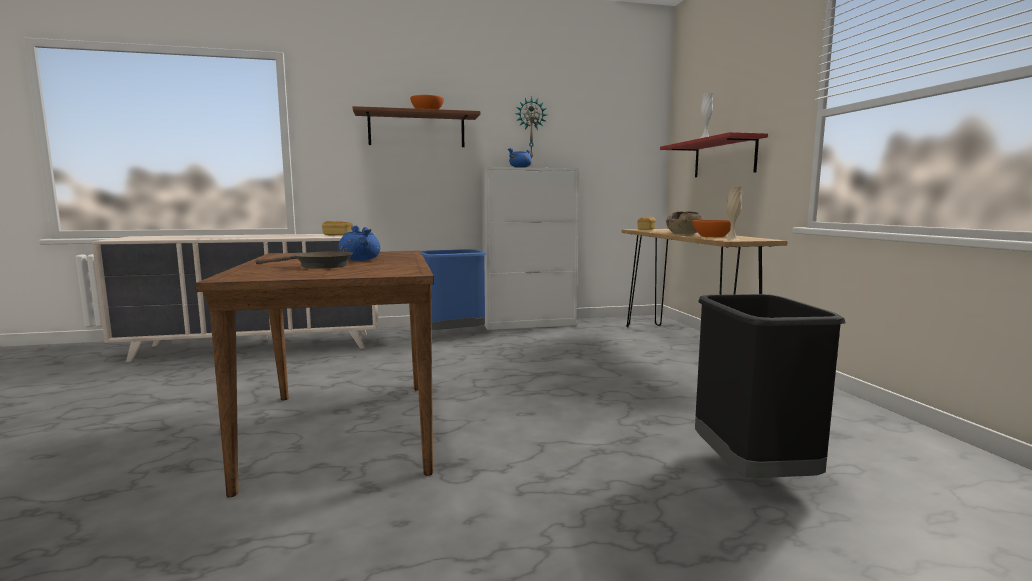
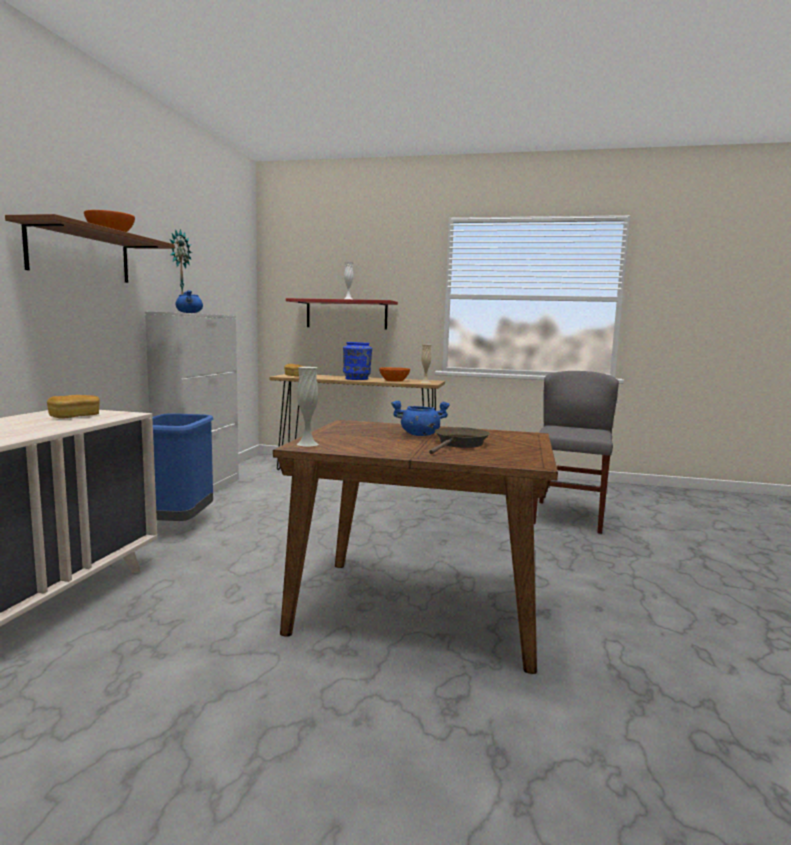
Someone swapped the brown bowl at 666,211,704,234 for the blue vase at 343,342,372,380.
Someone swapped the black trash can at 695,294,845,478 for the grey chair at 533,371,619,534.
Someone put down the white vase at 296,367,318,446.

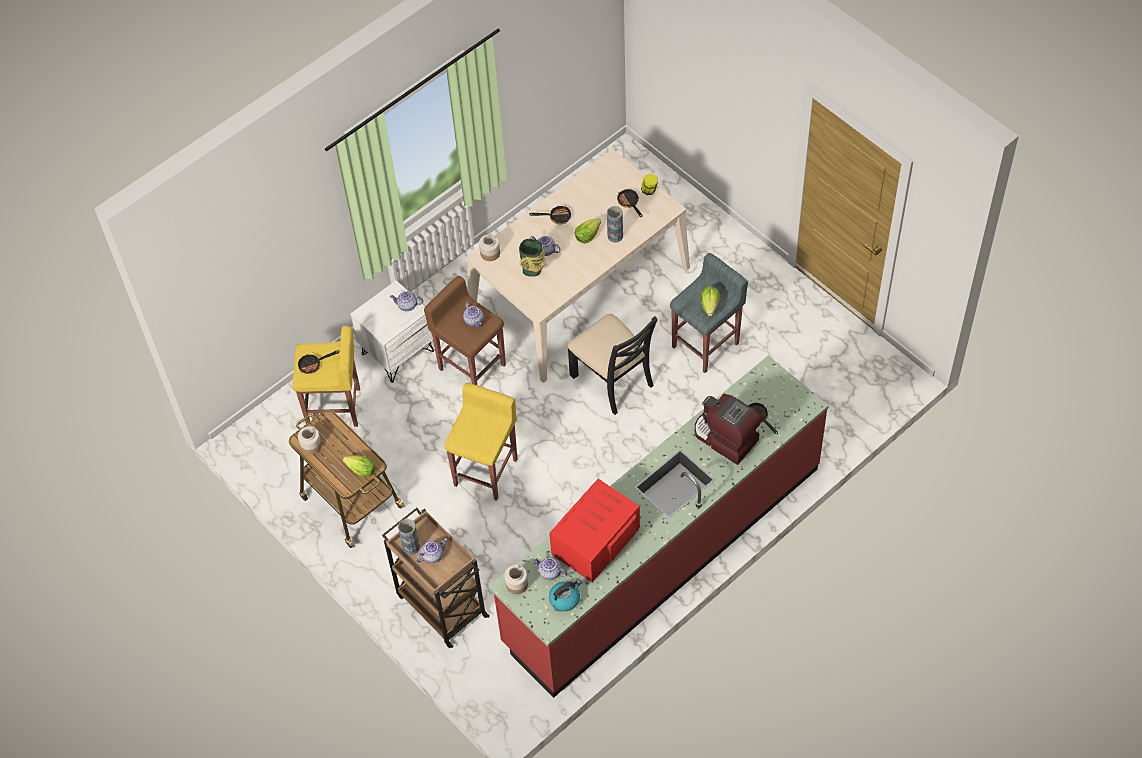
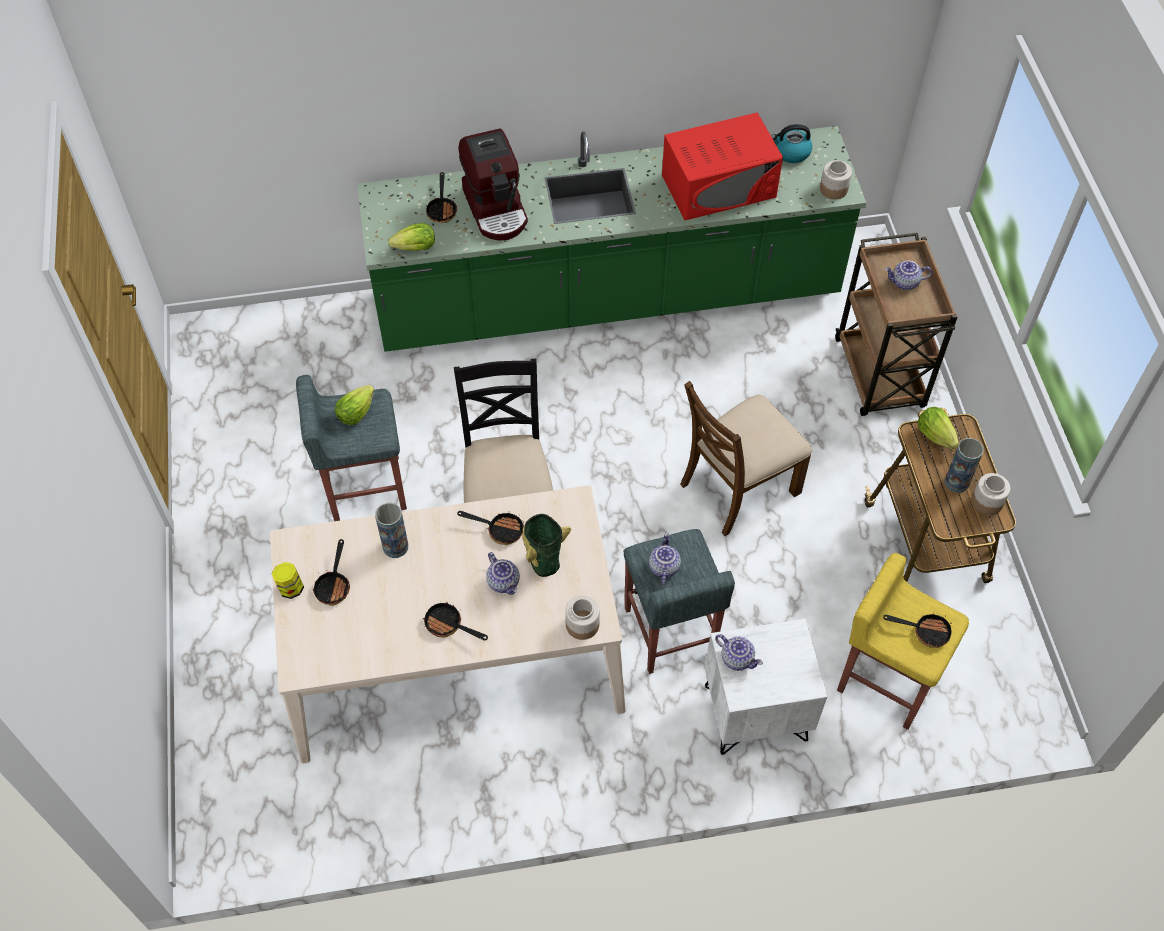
Someone carried the lettuce from 575,218,601,244 to 388,223,435,251.
Someone repainted the brown stool at 424,276,506,385, which became the grey stool at 624,529,735,674.
Someone repainted the red counter at 488,355,829,698, which became the green counter at 357,126,866,352.
Someone swapped the yellow stool at 444,383,517,501 for the brown chair at 680,381,812,536.
Someone carried the vase from 398,519,420,555 to 945,438,984,493.
Someone took away the teapot at 532,557,567,580.
Someone put down the frying pan at 457,511,524,545.

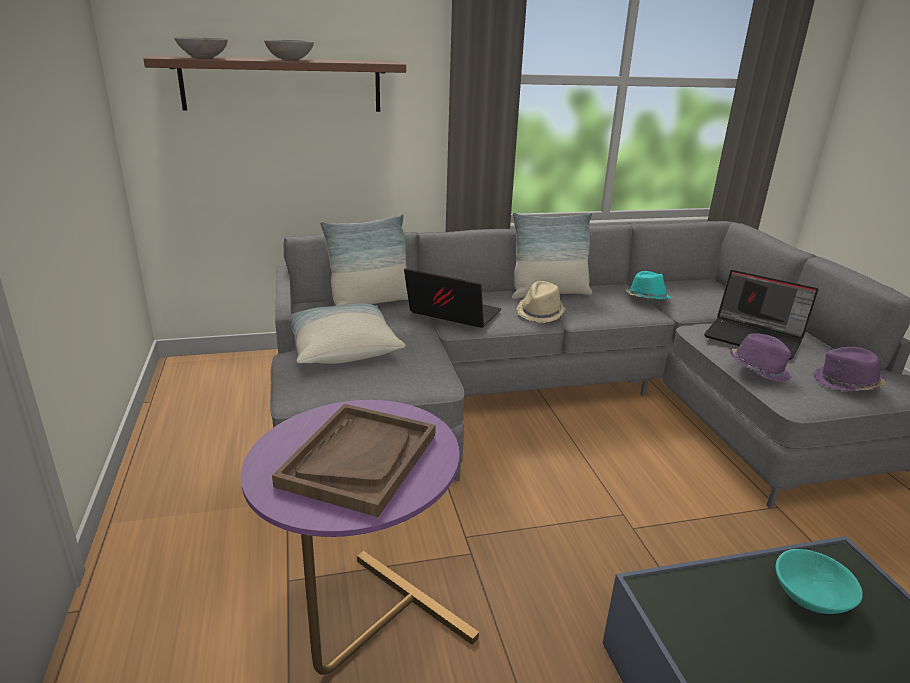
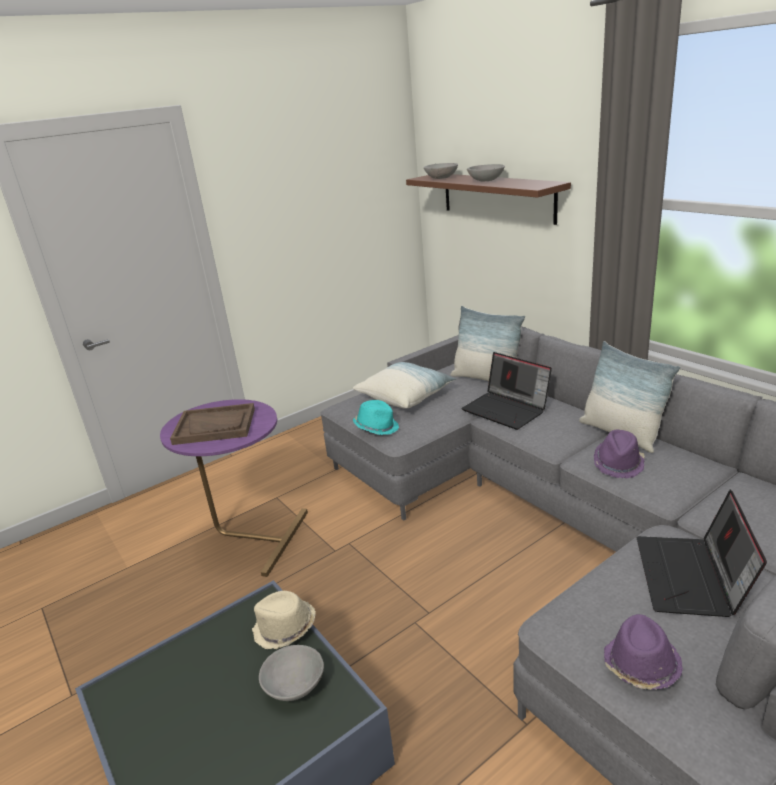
Someone rotated the laptop at 404,269,501,328 by 135 degrees clockwise.
Someone carried the turquoise hat from 626,271,672,300 to 353,400,399,435.
Someone carried the beige hat from 516,281,566,323 to 252,591,316,649.
Someone carried the purple hat from 730,333,792,382 to 594,430,645,478.
Someone repainted the turquoise bowl at 776,549,863,614, which became the grey bowl at 259,645,324,701.

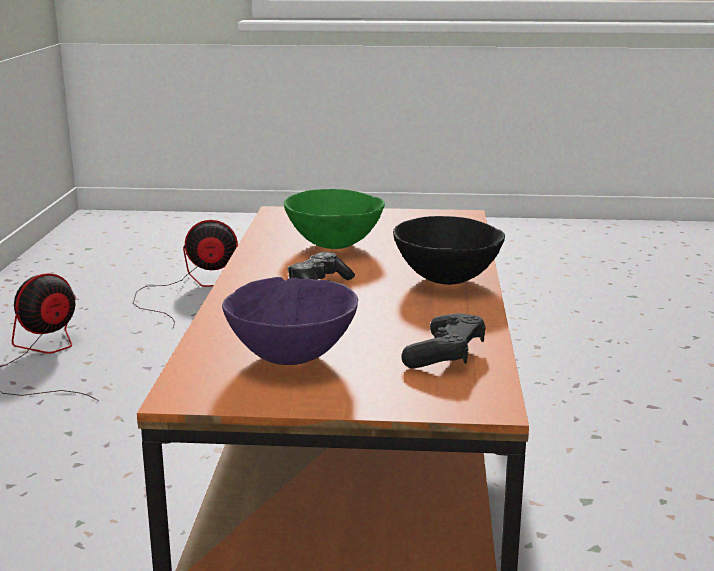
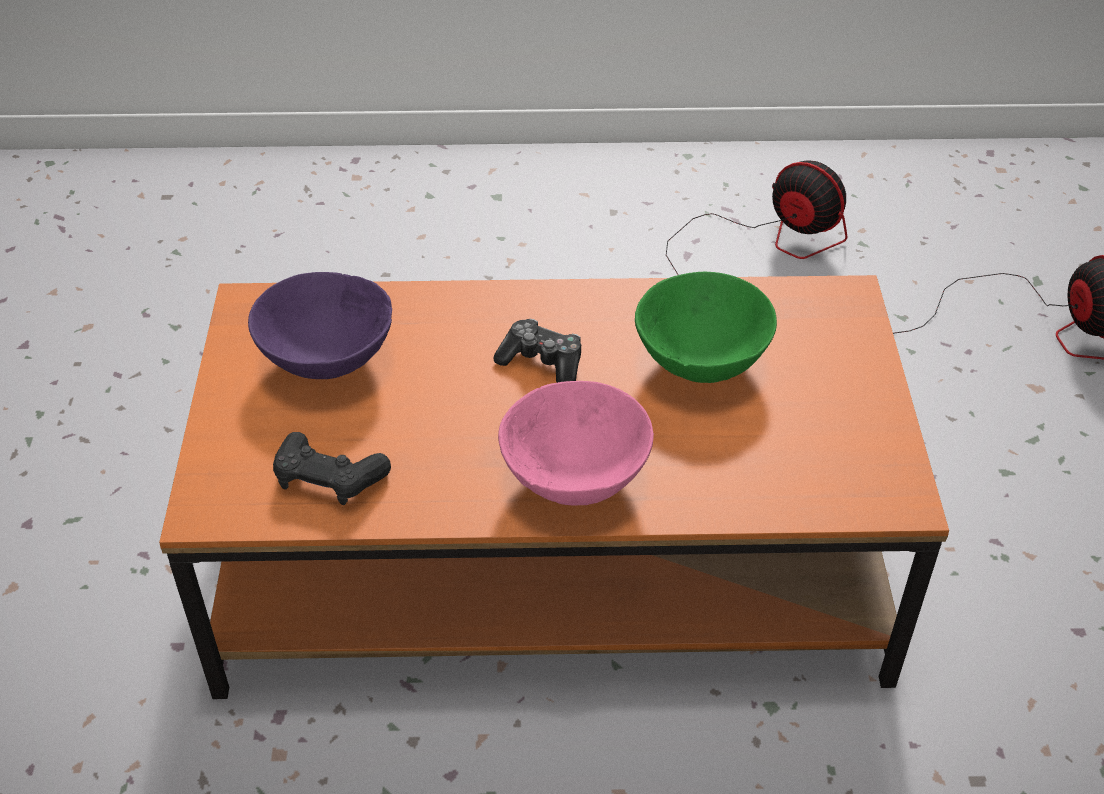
Someone repainted the black bowl at 393,216,505,285, which became the pink bowl at 498,381,654,506.

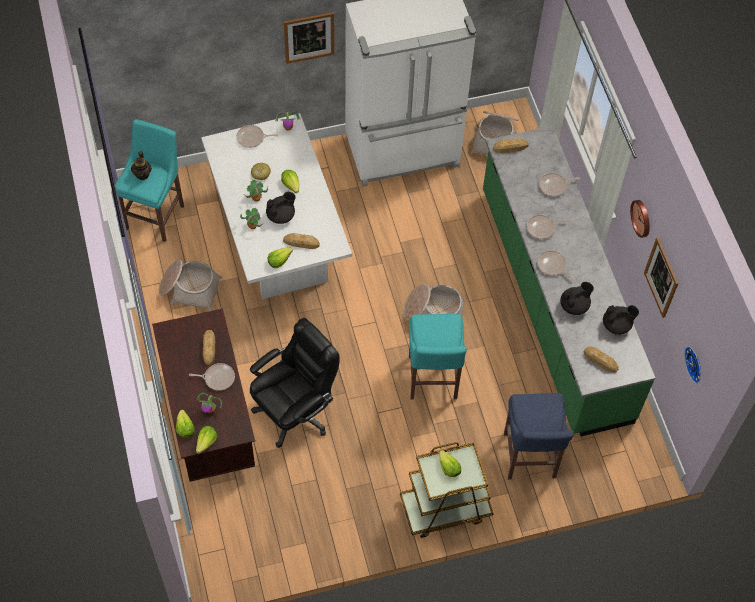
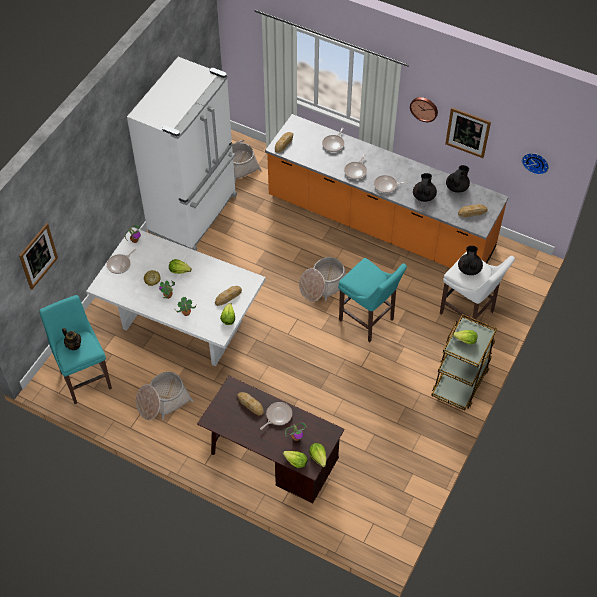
Someone carried the picture from 284,12,334,64 to 19,223,58,290.
Someone repainted the green counter at 483,126,656,436, which became the orange counter at 265,114,509,268.
Someone carried the black teapot from 266,192,296,224 to 458,246,483,275.
Someone took away the black office chair at 250,318,340,448.
Someone repainted the blue stool at 504,393,574,479, which became the white stool at 440,252,515,322.

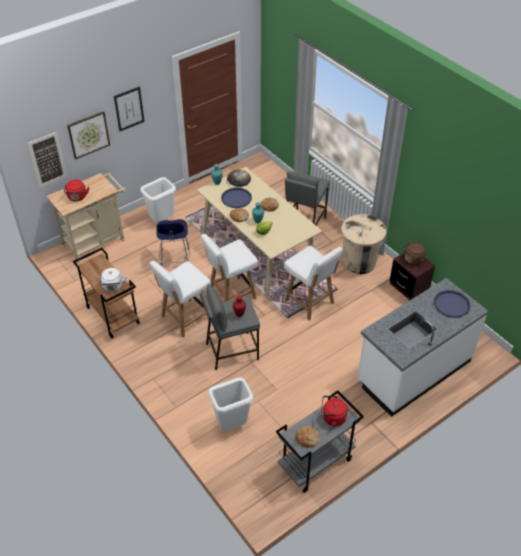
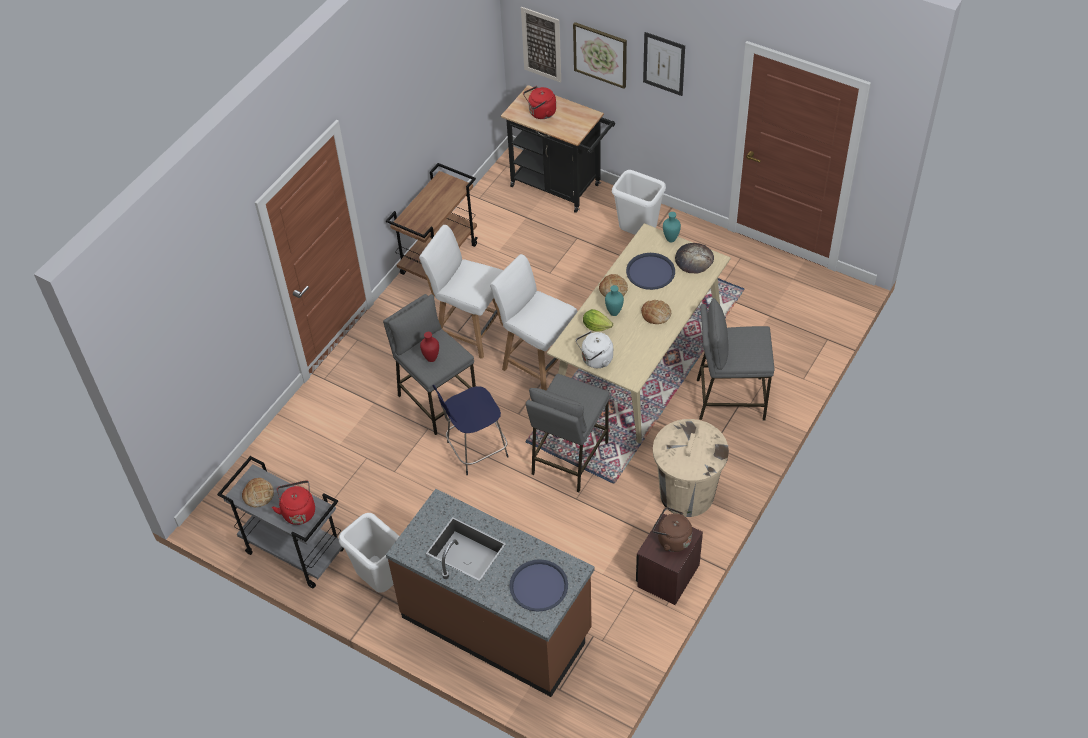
Someone repainted the beige cart at 46,173,126,263, which became the black cart at 501,85,615,213.
Someone carried the blue stool from 156,219,190,266 to 433,385,509,475.
Someone swapped the white chair at 284,246,343,321 for the grey stool at 526,374,610,492.
Someone carried the white kettle from 100,268,127,292 to 576,331,613,368.
Someone repainted the white counter at 357,278,488,417, which became the brown counter at 386,489,595,697.
Someone carried the white trash can from 208,377,253,431 to 338,513,399,593.

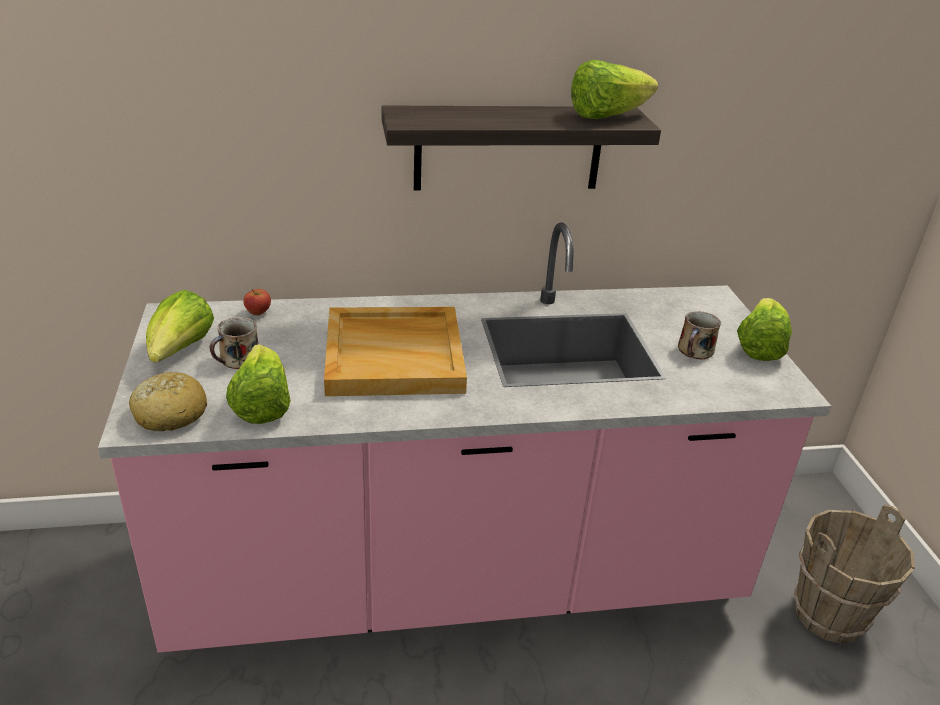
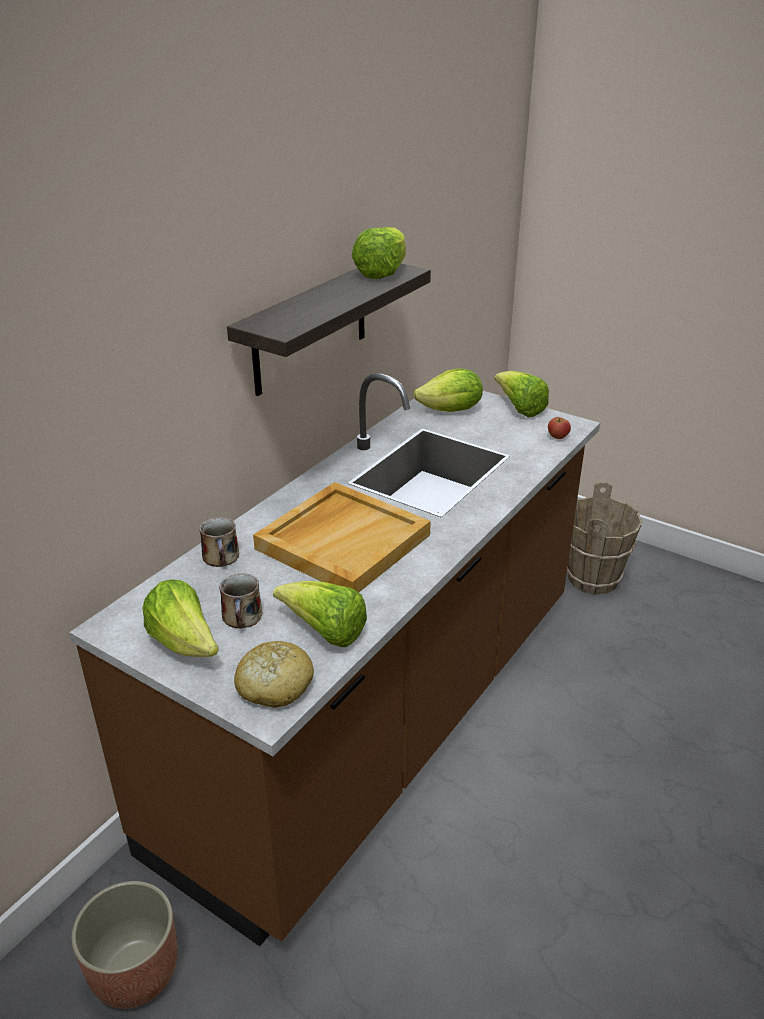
Someone repainted the pink counter at 98,222,831,653, which became the brown counter at 69,373,600,946.
Someone carried the apple from 243,289,271,315 to 548,417,571,439.
Someone carried the mug from 678,311,721,359 to 199,517,239,567.
Someone put down the lettuce at 413,368,483,412.
Someone put down the planter at 71,881,177,1009.

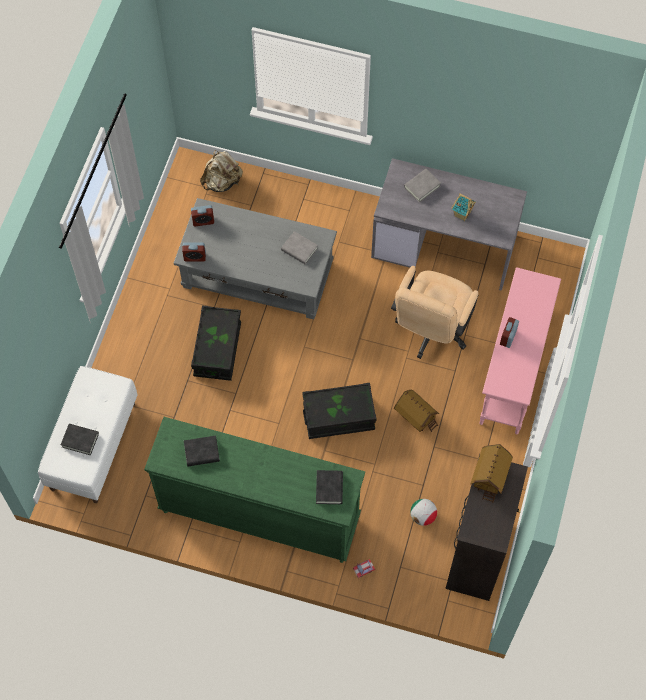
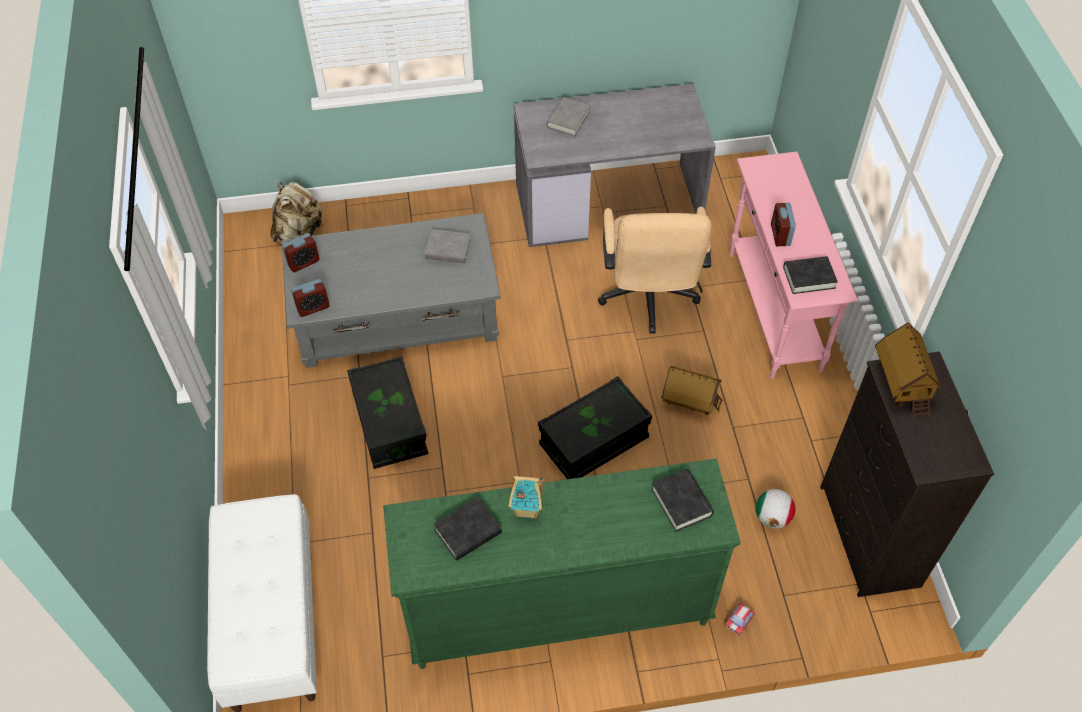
Someone carried the toy house from 452,193,476,221 to 509,476,545,519.
Someone carried the black book from 61,424,99,455 to 783,256,838,294.

